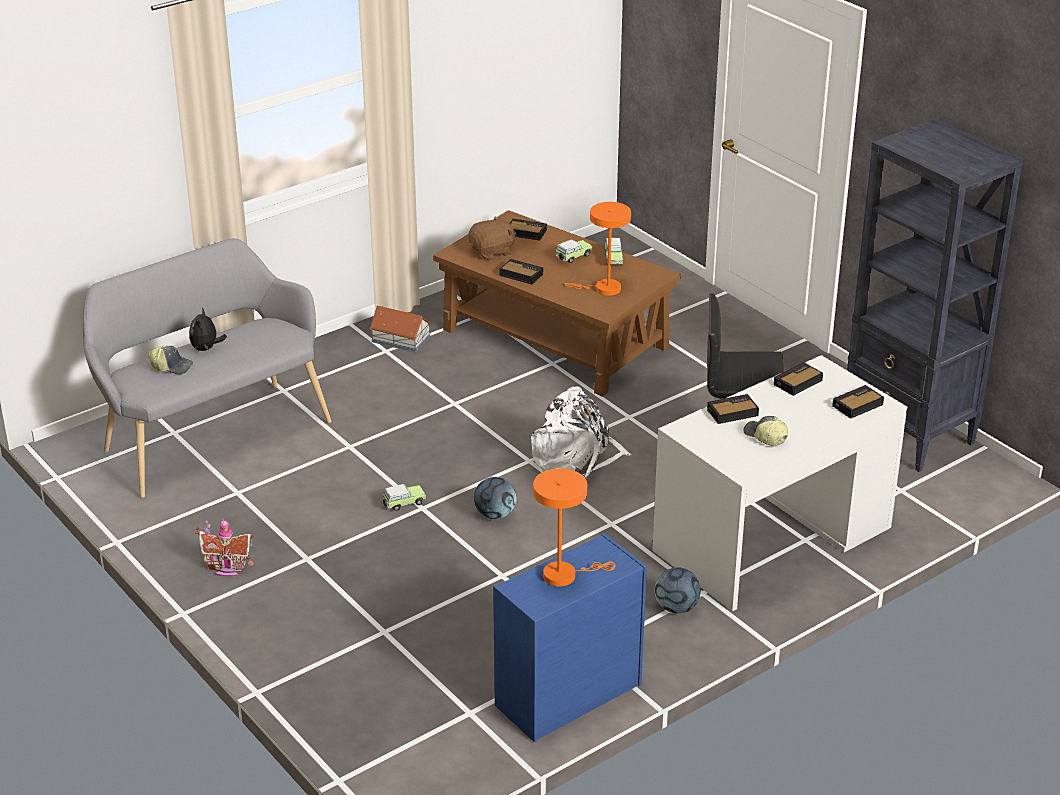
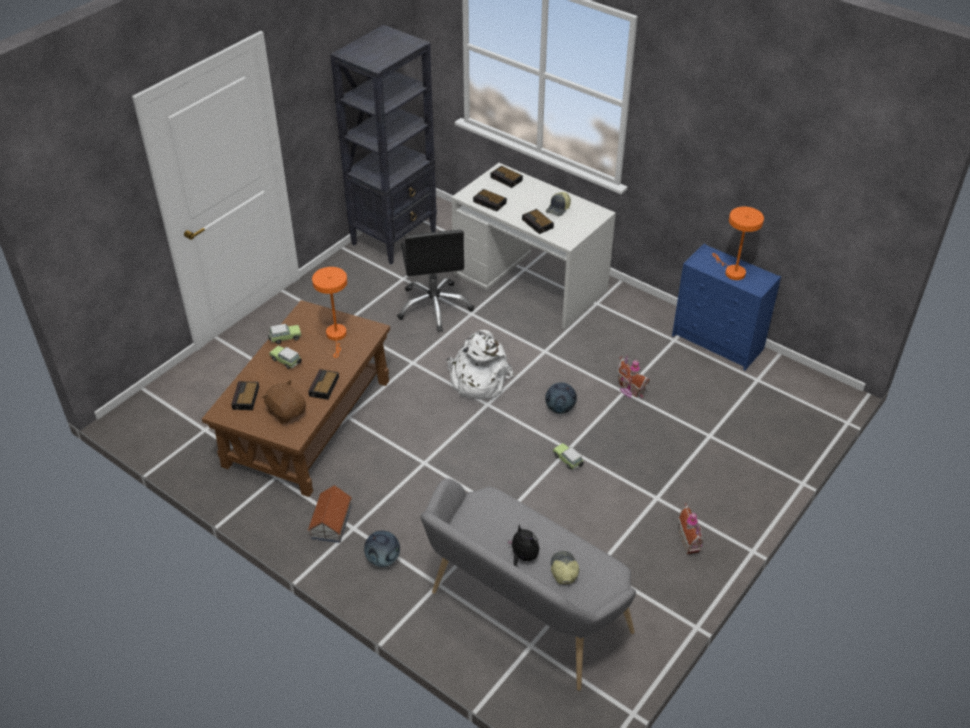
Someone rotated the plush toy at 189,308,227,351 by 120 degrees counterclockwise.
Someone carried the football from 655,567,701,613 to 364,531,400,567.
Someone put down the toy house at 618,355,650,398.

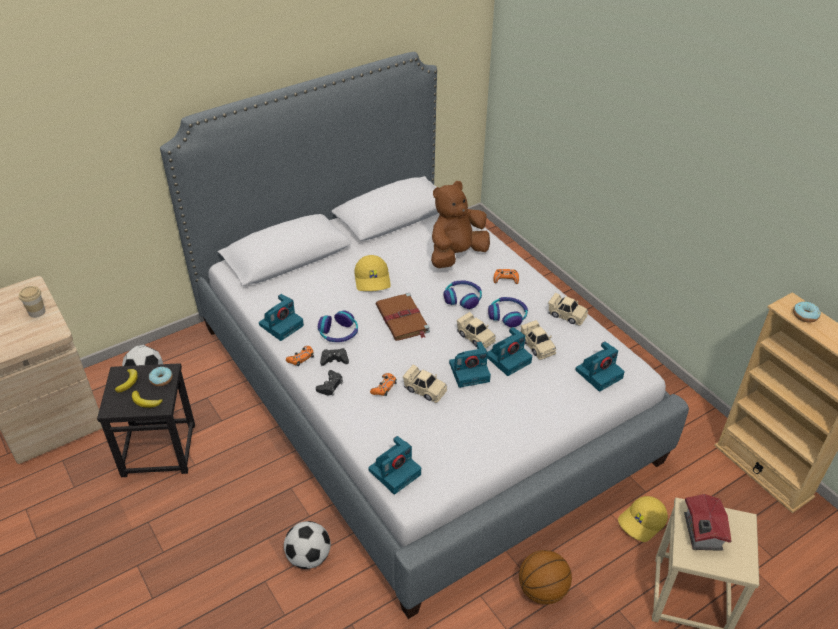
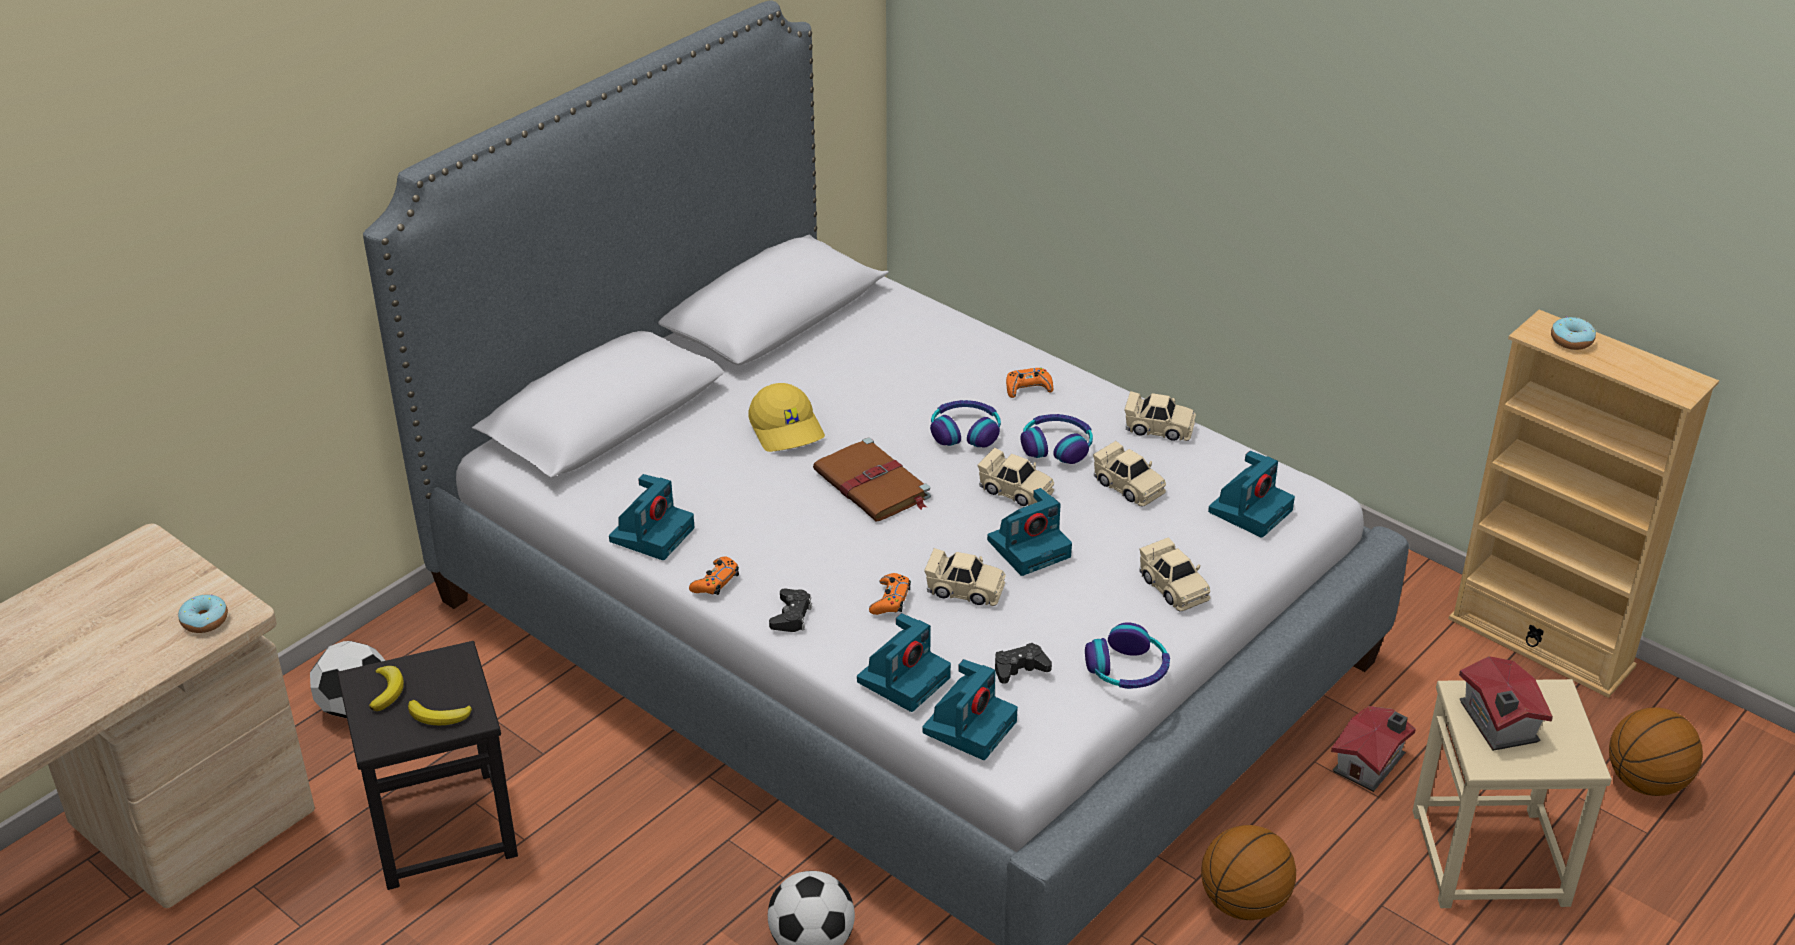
Someone took away the brown plush toy at 431,181,490,268.
Someone took away the cup at 19,286,45,318.
Someone carried the headphones from 318,311,358,342 to 1085,622,1170,689.
Someone carried the photo camera from 487,327,532,376 to 857,613,951,712.
Someone carried the black game controller from 320,348,349,366 to 995,643,1052,684.
Someone carried the donut from 149,367,173,386 to 178,595,228,633.
Someone swapped the yellow cap at 618,496,668,542 for the toy house at 1331,706,1416,792.
Someone put down the beige toy car at 1139,537,1210,611.
Someone put down the basketball at 1609,707,1703,796.

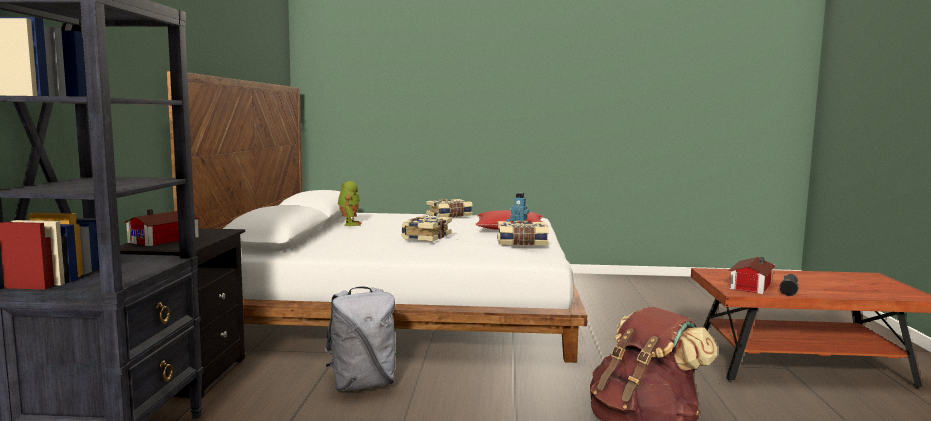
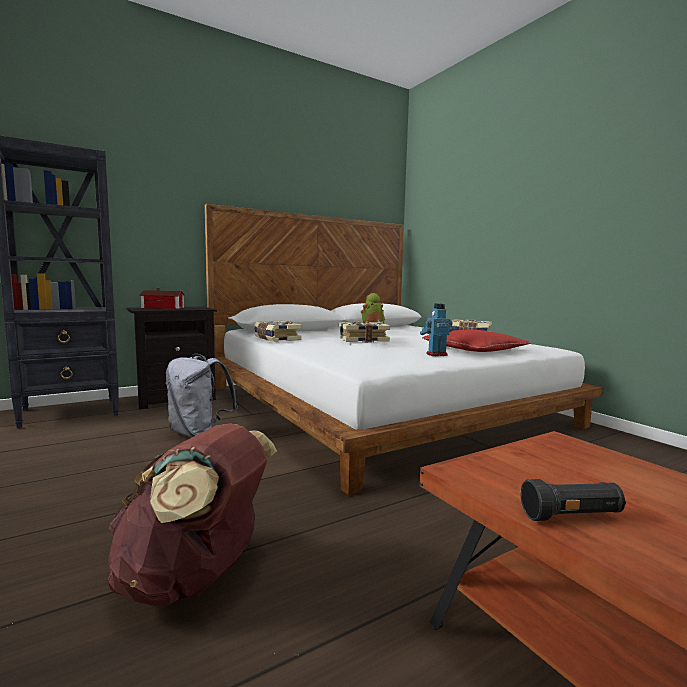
Someone carried the book from 497,221,549,246 to 254,321,301,342.
Someone took away the toy house at 728,257,776,294.

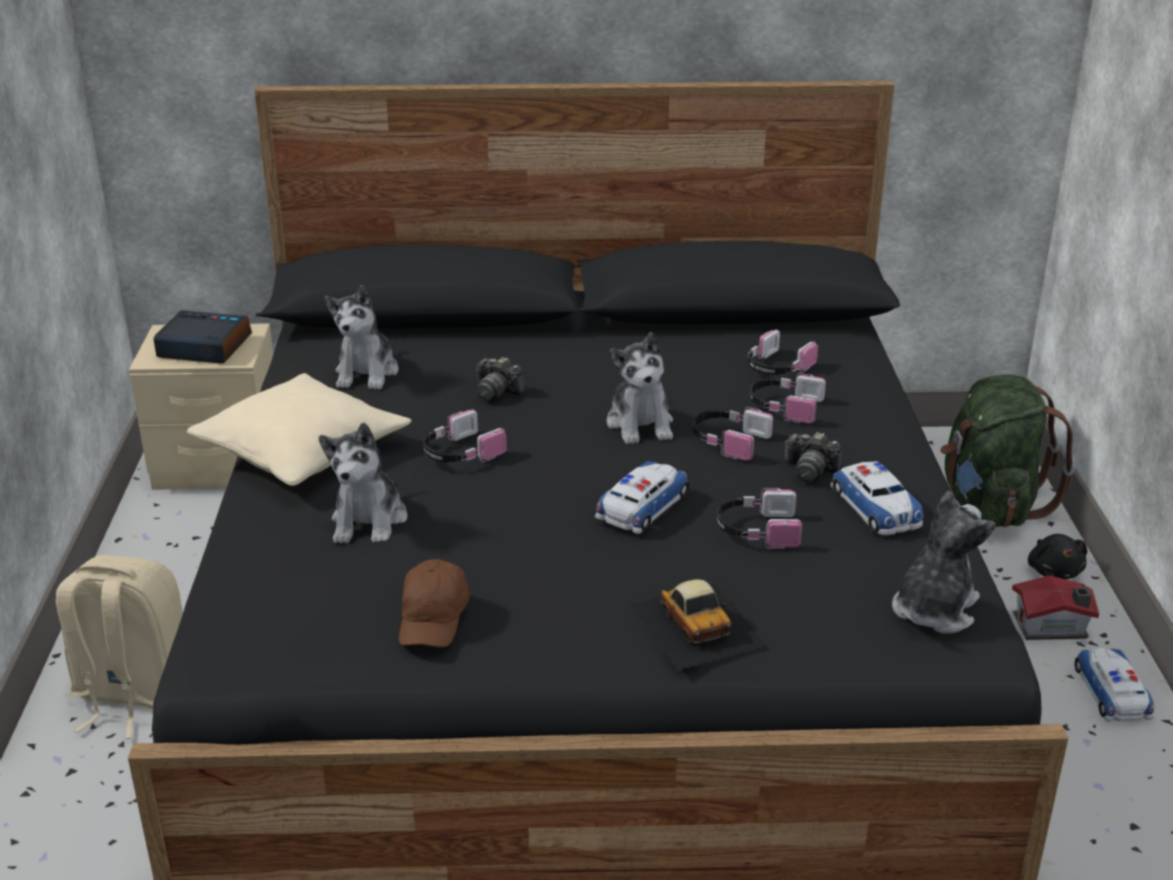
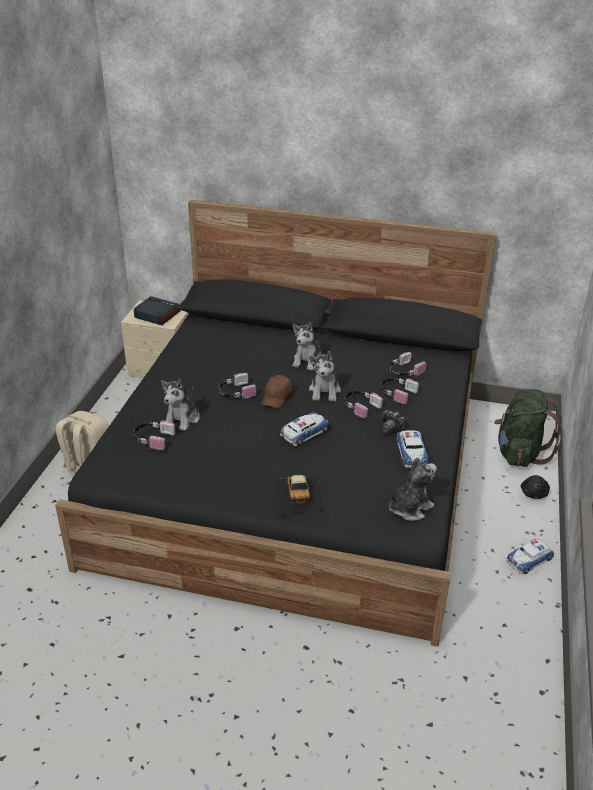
Someone carried the plush toy from 325,285,398,390 to 292,322,322,371.
Someone took away the photo camera at 476,357,525,401.
Someone took away the beige pillow at 187,373,412,486.
Someone carried the headphones from 717,488,802,549 to 134,420,175,450.
Someone carried the brown cap from 399,559,469,648 to 261,375,292,408.
Someone took away the toy house at 1012,575,1099,640.
Someone rotated the toy car at 1075,647,1154,722 by 135 degrees counterclockwise.

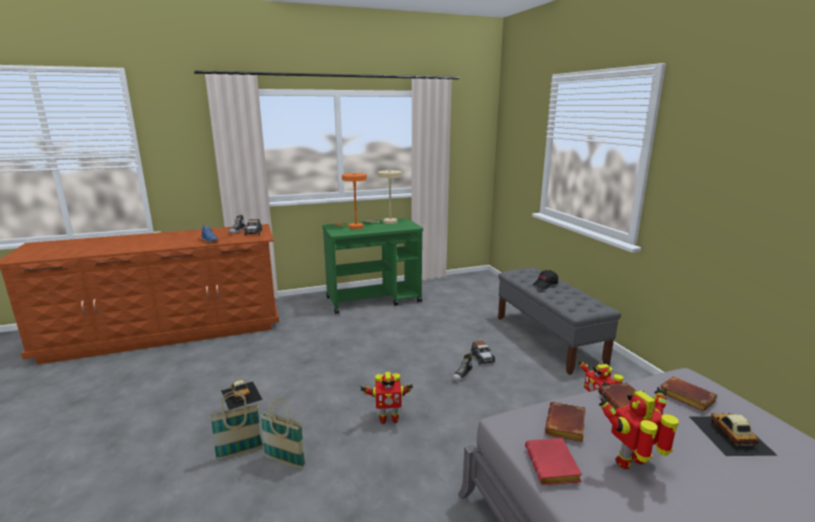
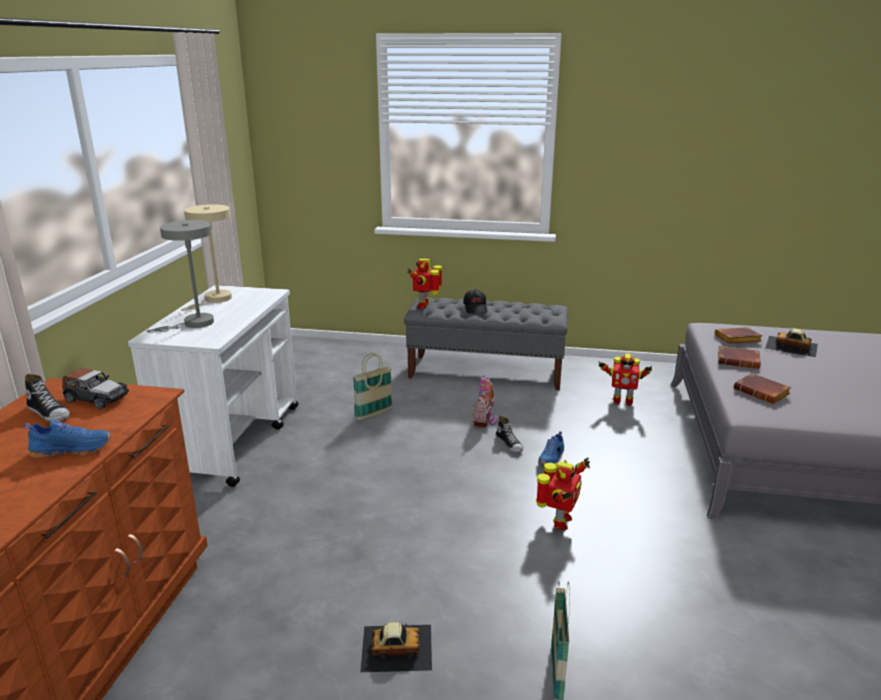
Someone repainted the orange table lamp at 334,173,367,229, which became the grey table lamp at 147,220,214,333.
Someone repainted the green cart at 322,218,423,314, which became the white cart at 128,285,299,487.
Someone swapped the toy car at 471,341,495,364 for the toy house at 472,376,497,428.
Someone carried the toy robot from 599,387,679,469 to 407,258,442,309.
Someone carried the basket from 260,398,306,469 to 353,353,393,420.
Someone took away the red book at 525,438,582,485.
Someone put down the blue shoe at 538,431,564,465.

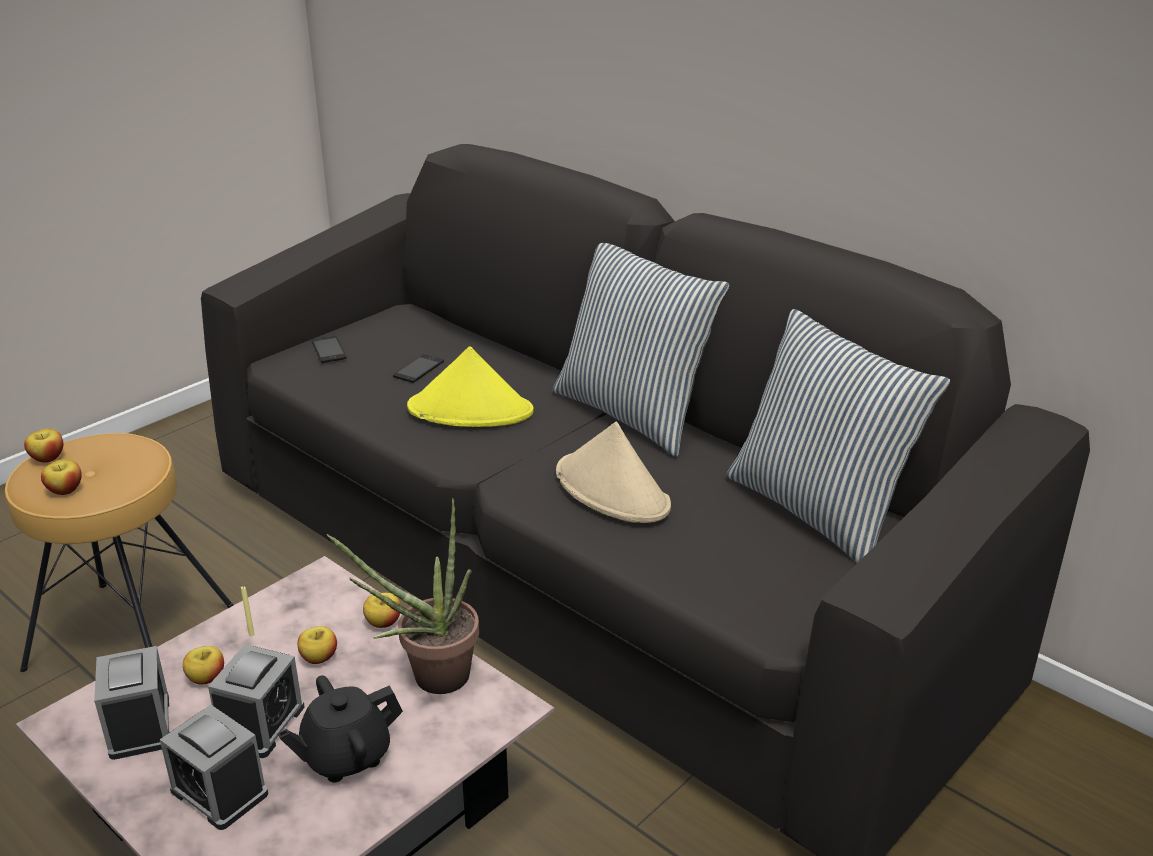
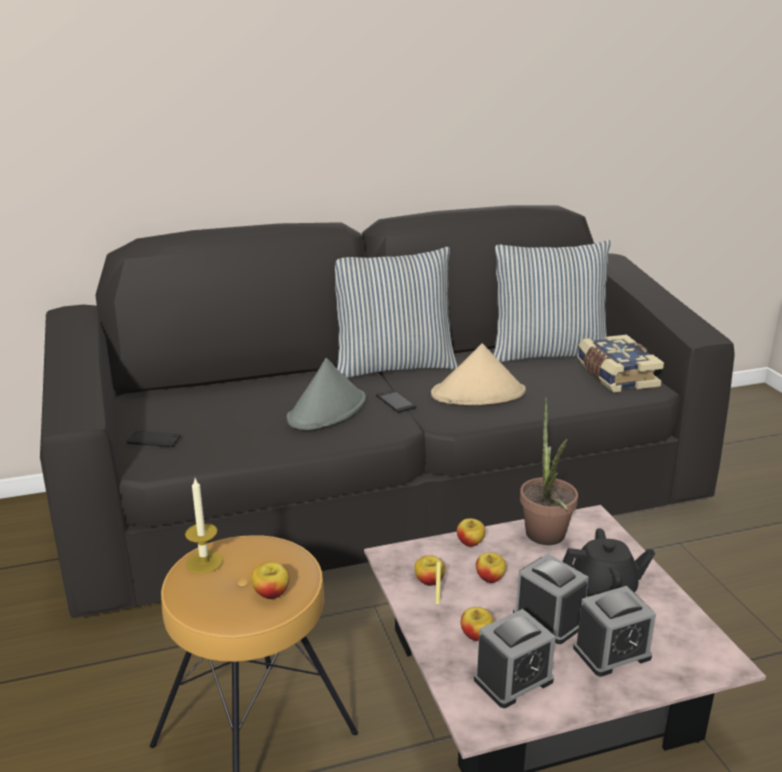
Someone repainted the yellow hat at 407,346,534,427, which became the grey hat at 287,358,366,430.
Someone carried the phone from 393,354,444,383 to 376,390,416,413.
Someone carried the apple from 24,429,63,463 to 414,555,445,586.
Someone rotated the alarm clock at 94,646,170,760 by 135 degrees clockwise.
Someone rotated the black teapot at 277,675,403,783 by 90 degrees counterclockwise.
Someone put down the book at 577,335,664,393.
Someone put down the candle at 185,478,223,574.

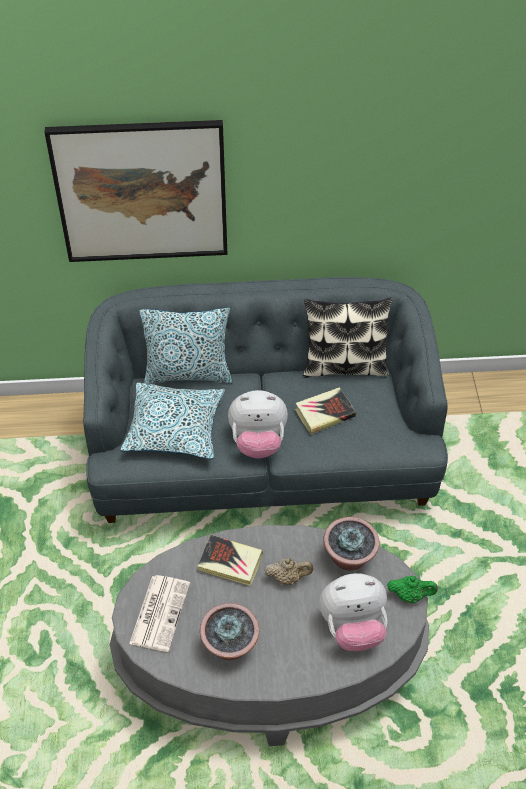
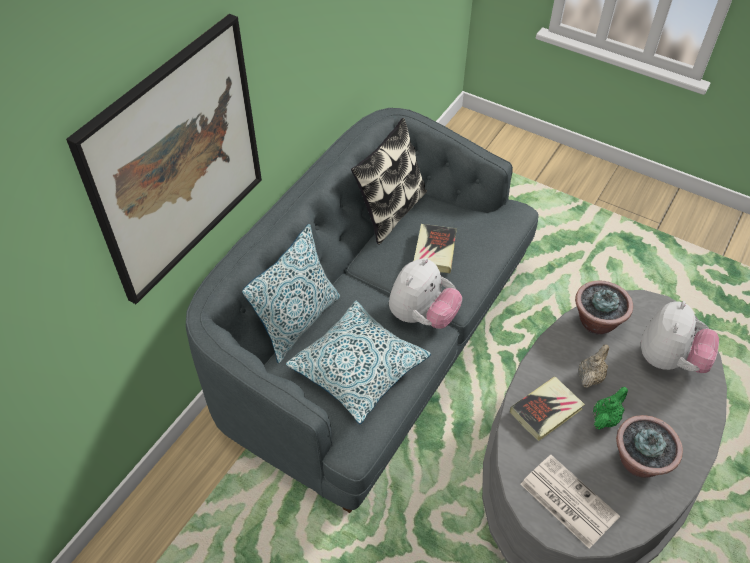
Someone carried the green teapot from 387,576,438,603 to 593,387,628,430.

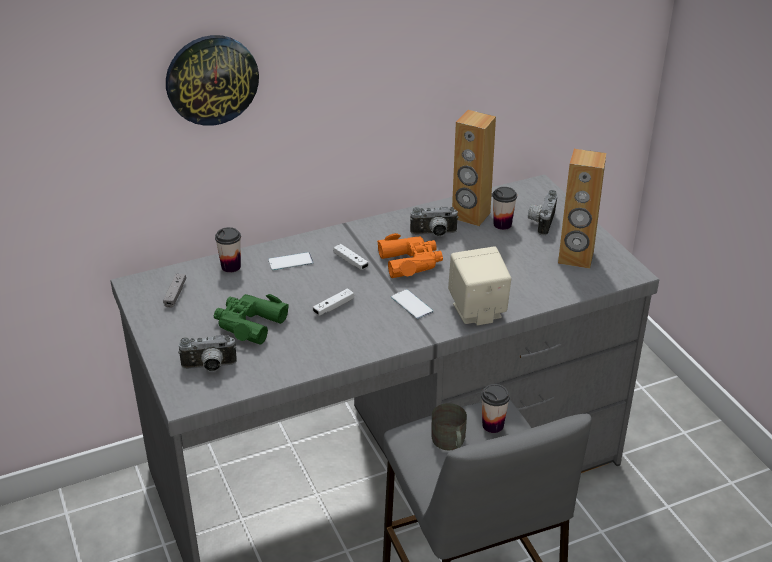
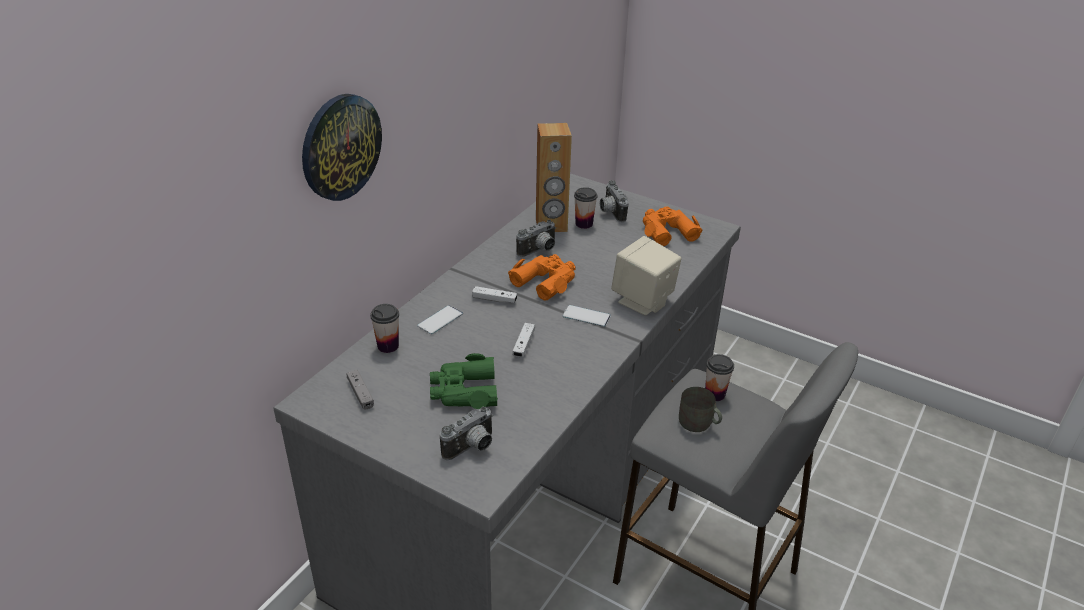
Someone swapped the brown speaker at 558,149,606,269 for the orange binoculars at 643,206,702,246.

